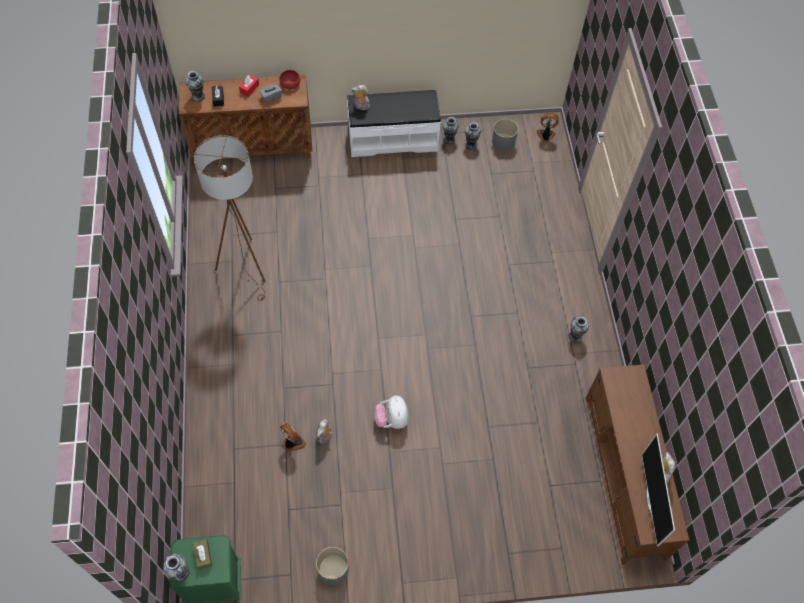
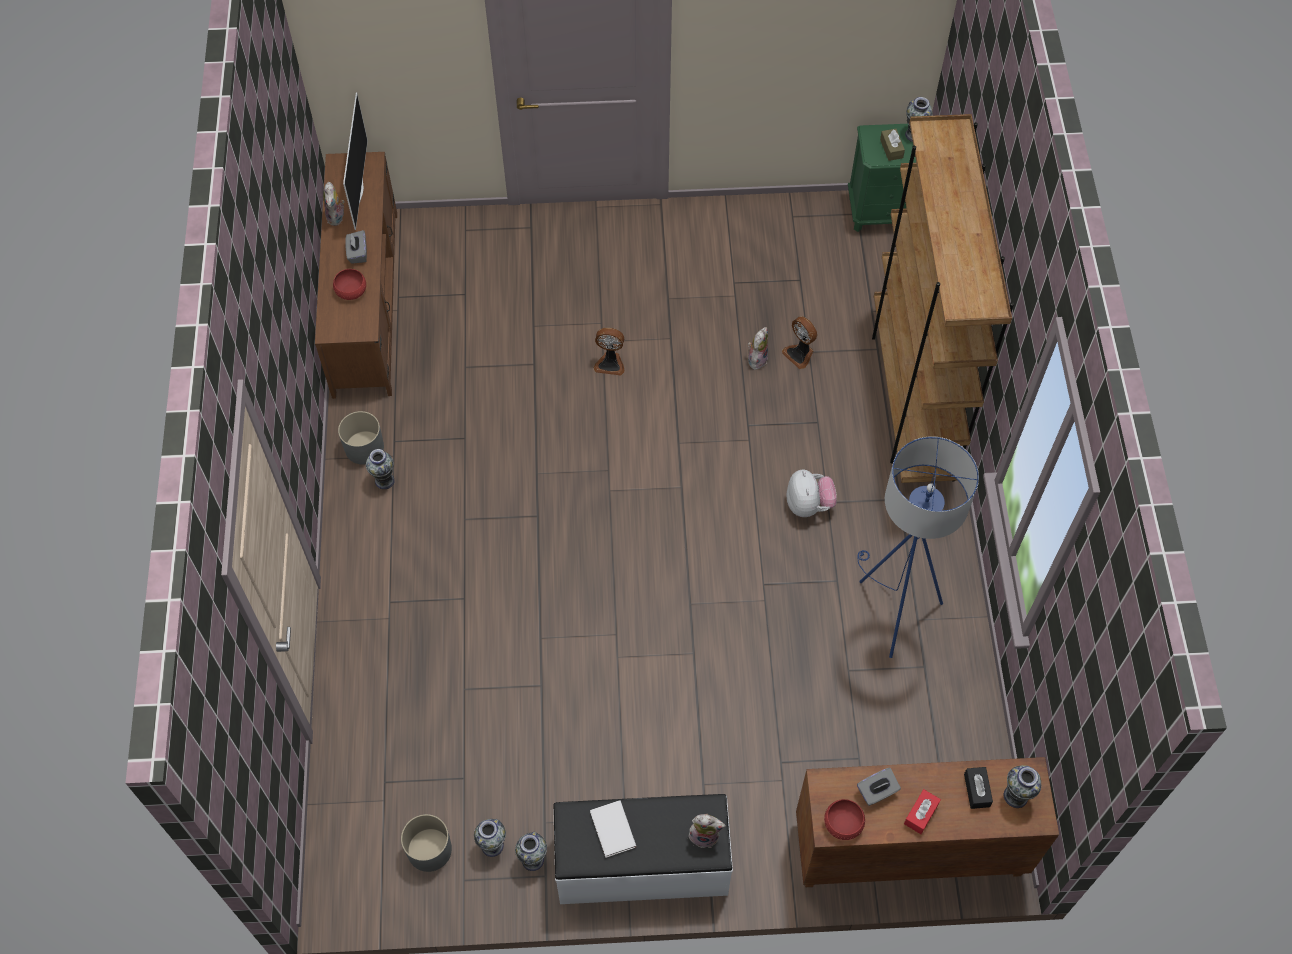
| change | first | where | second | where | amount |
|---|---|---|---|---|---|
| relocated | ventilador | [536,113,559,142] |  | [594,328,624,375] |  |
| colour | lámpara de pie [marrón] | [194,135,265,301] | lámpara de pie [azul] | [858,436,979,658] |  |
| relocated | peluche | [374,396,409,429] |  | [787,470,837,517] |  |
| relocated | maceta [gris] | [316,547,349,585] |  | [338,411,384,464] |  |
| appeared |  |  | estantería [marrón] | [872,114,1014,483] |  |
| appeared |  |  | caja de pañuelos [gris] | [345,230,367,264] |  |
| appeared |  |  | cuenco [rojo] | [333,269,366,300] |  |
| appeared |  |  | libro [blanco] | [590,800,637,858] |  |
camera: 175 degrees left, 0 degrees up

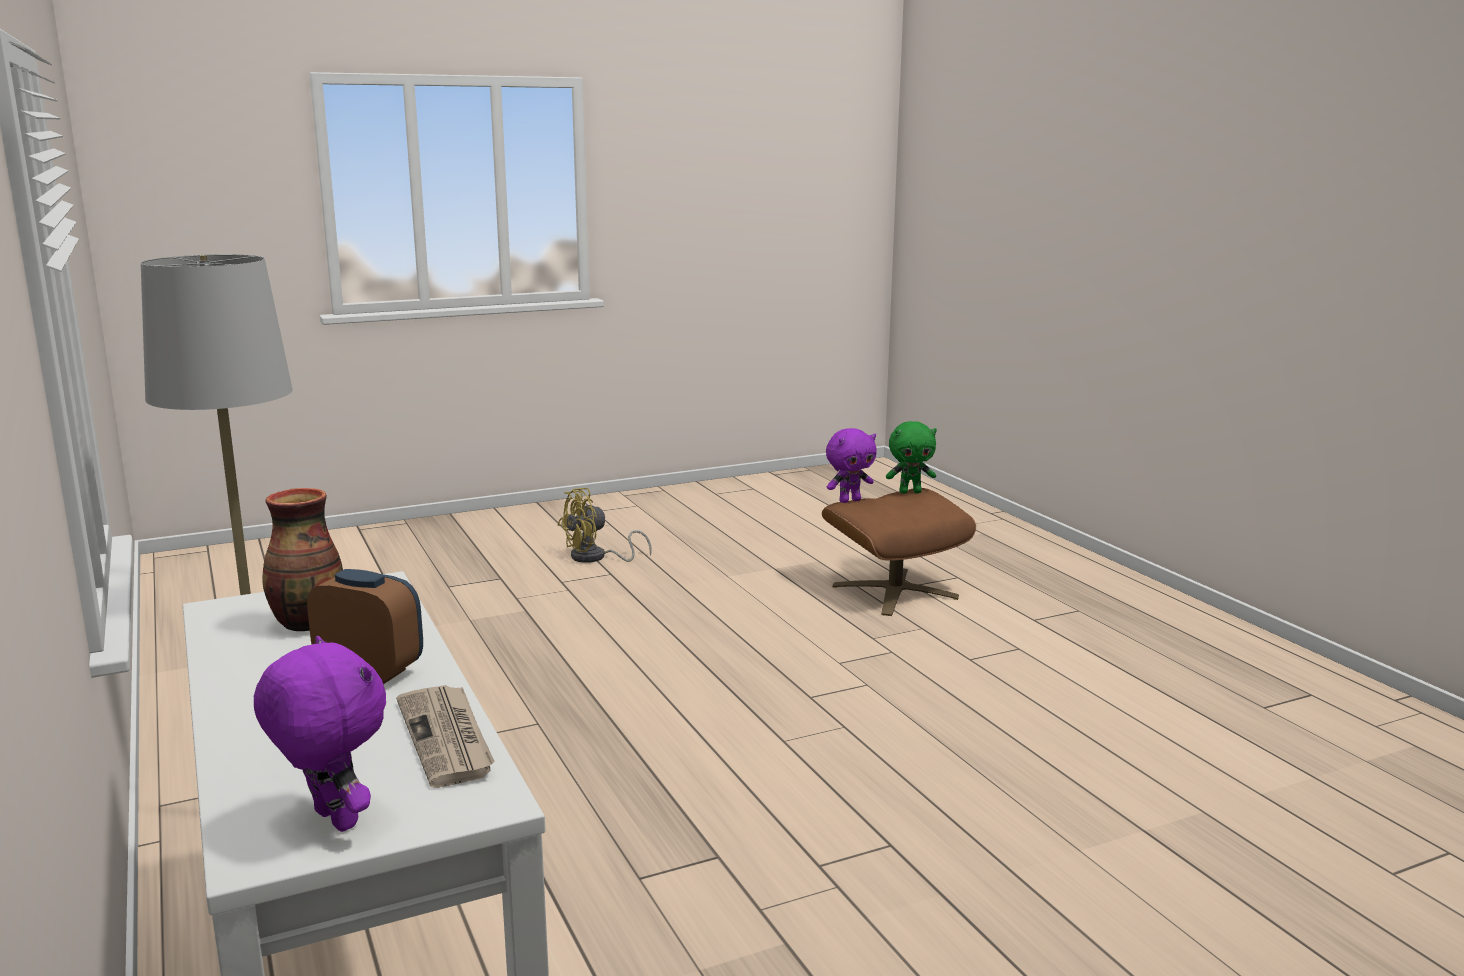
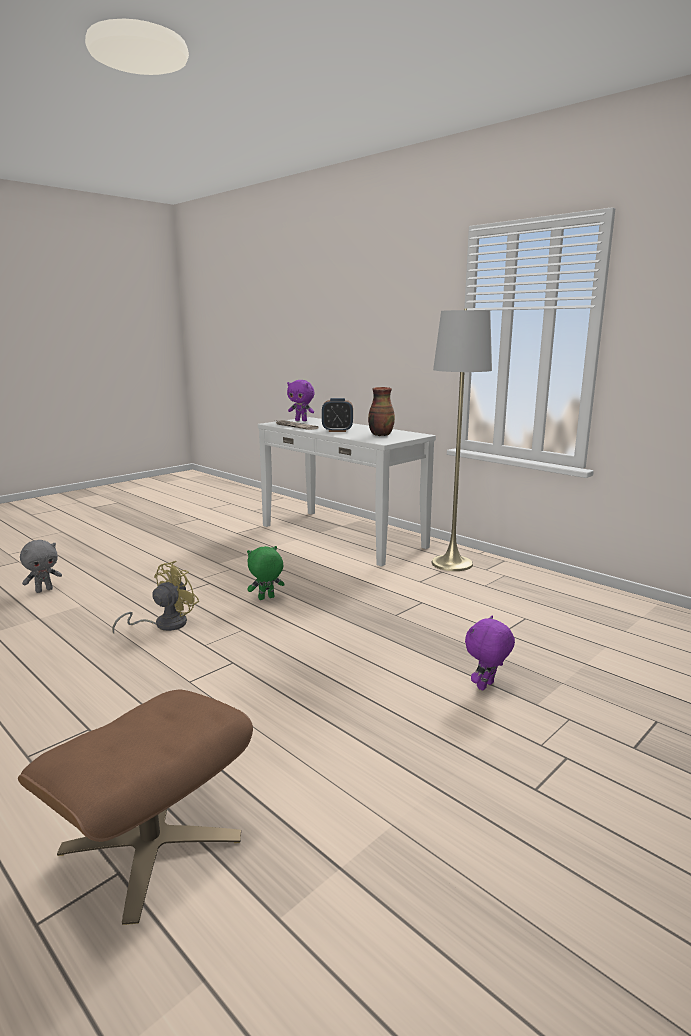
| change | first | where | second | where | amount |
|---|---|---|---|---|---|
| relocated | peluche [verde] | [886,421,937,494] |  | [247,546,285,600] |  |
| relocated | peluche [morado] | [826,428,877,503] |  | [465,616,515,690] |  |
| relocated | ventilador [amarillo] | [558,488,652,563] |  | [112,561,199,633] |  |
| appeared |  |  | peluche [gris] | [20,540,62,593] |  |
camera: 160 degrees right, 0 degrees up

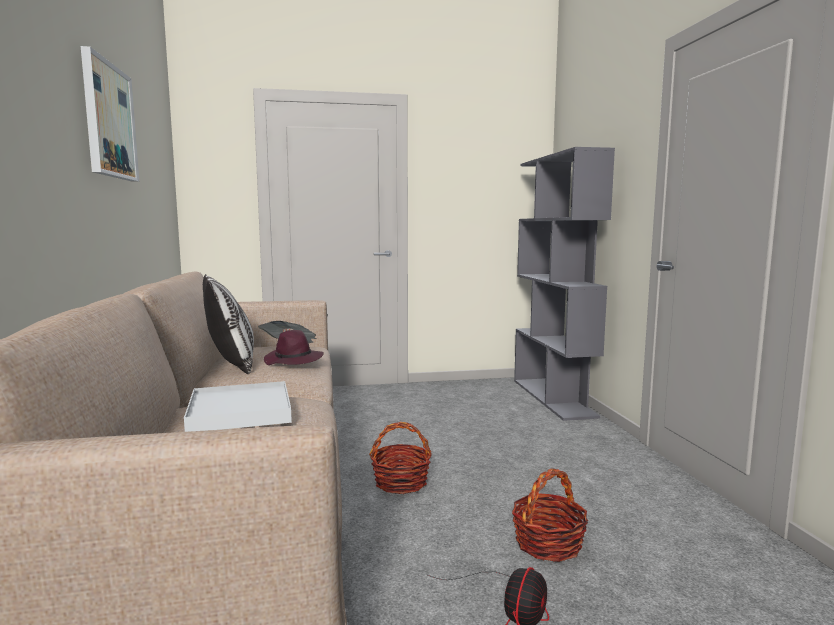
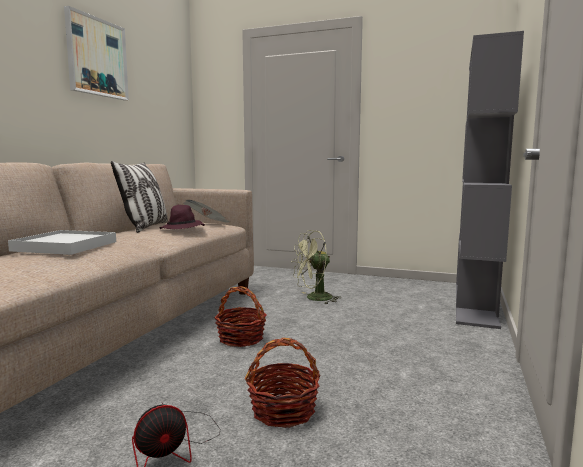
| change | first | where | second | where | amount |
|---|---|---|---|---|---|
| appeared |  |  | ventilador [verde] | [292,230,341,304] |  |
camera: 30 degrees right, 0 degrees up

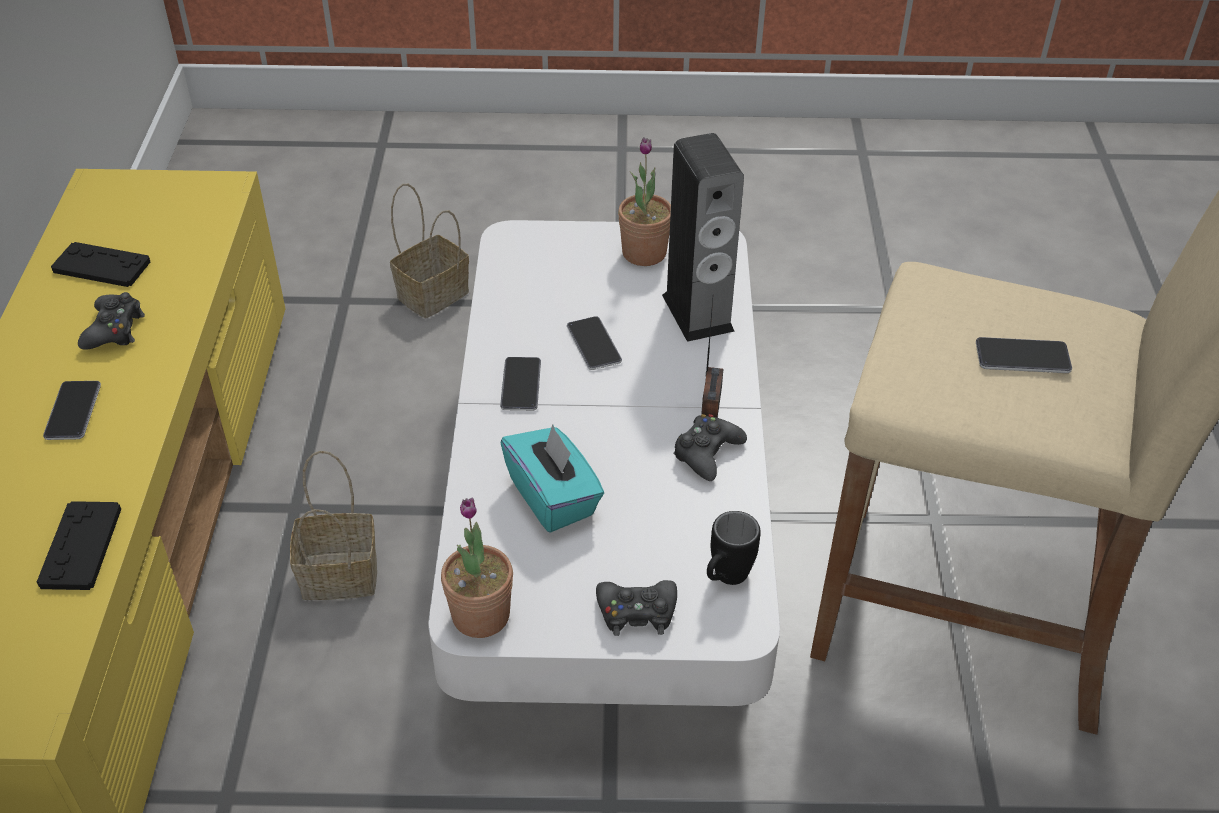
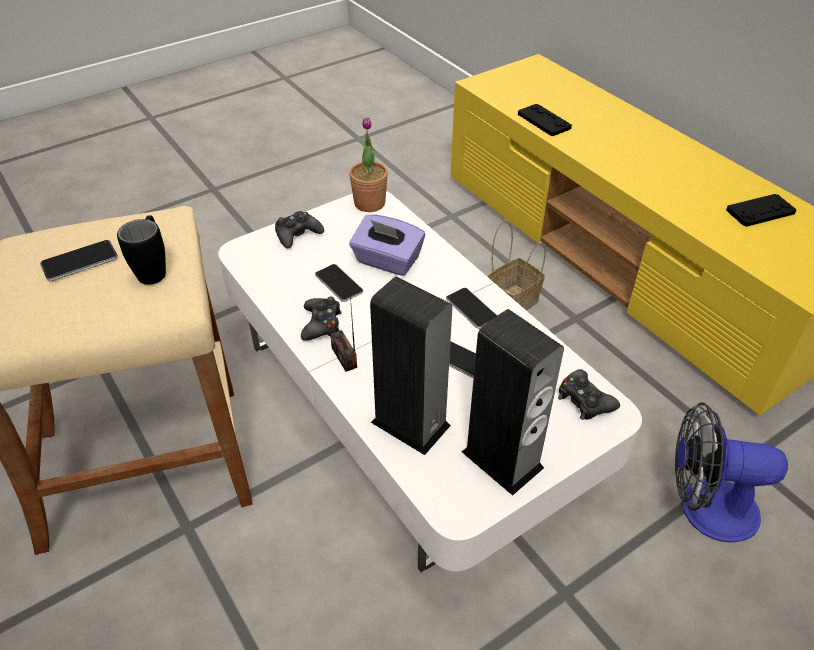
| change | first | where | second | where | amount |
|---|---|---|---|---|---|
| exchanged | planta en maceta | [618,137,671,266] | altavoz | [461,309,564,496] |  |
| exchanged | cesta | [390,184,469,318] | ventilador | [675,402,788,543] |  |
| relocated | mando de consola [negro] | [78,292,145,349] |  | [558,369,620,420] |  |
| relocated | móvil | [43,381,101,440] |  | [315,264,363,302] |  |
| colour | caja de pañuelos [turquesa] | [500,424,604,533] | caja de pañuelos [morado] | [349,215,425,276] |  |
| relocated | taza grande [negro] | [707,511,761,585] |  | [117,215,166,285] |  |
camera: 145 degrees right, 0 degrees up

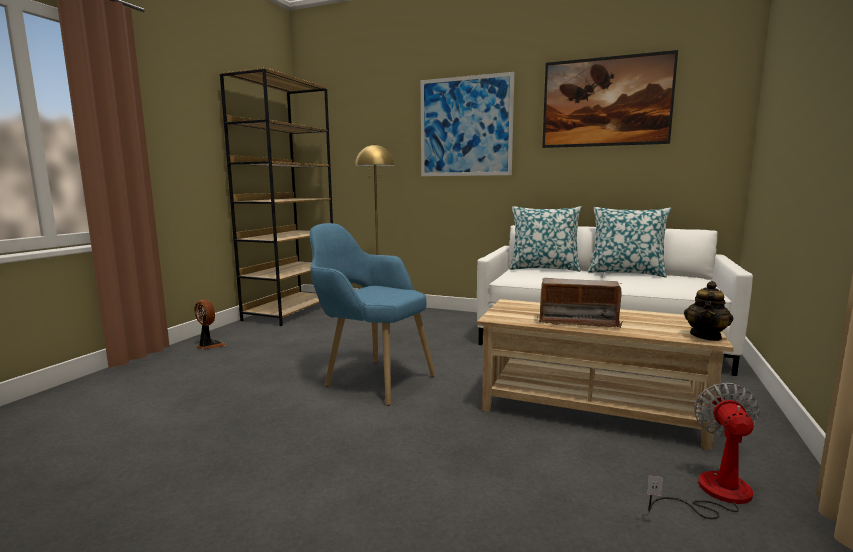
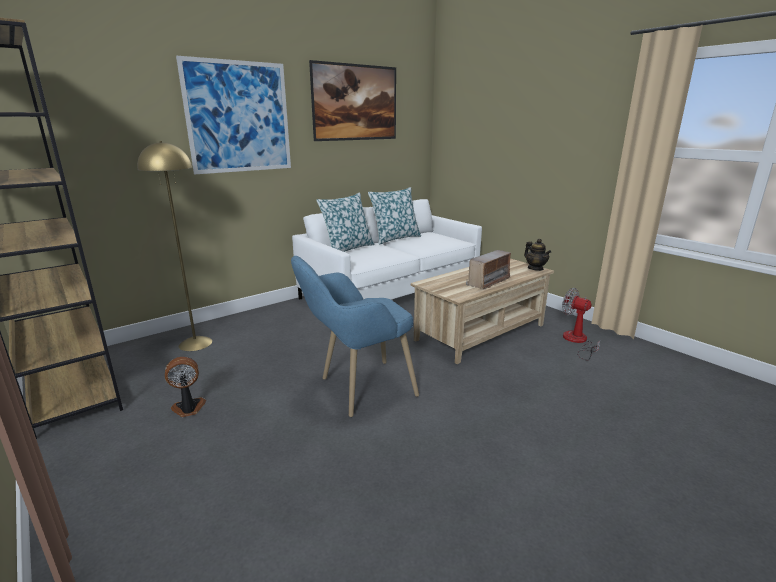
| change | first | where | second | where | amount |
|---|---|---|---|---|---|
| relocated | ventilador | [194,299,226,349] |  | [165,357,206,417] |  |
camera: 60 degrees left, 10 degrees up

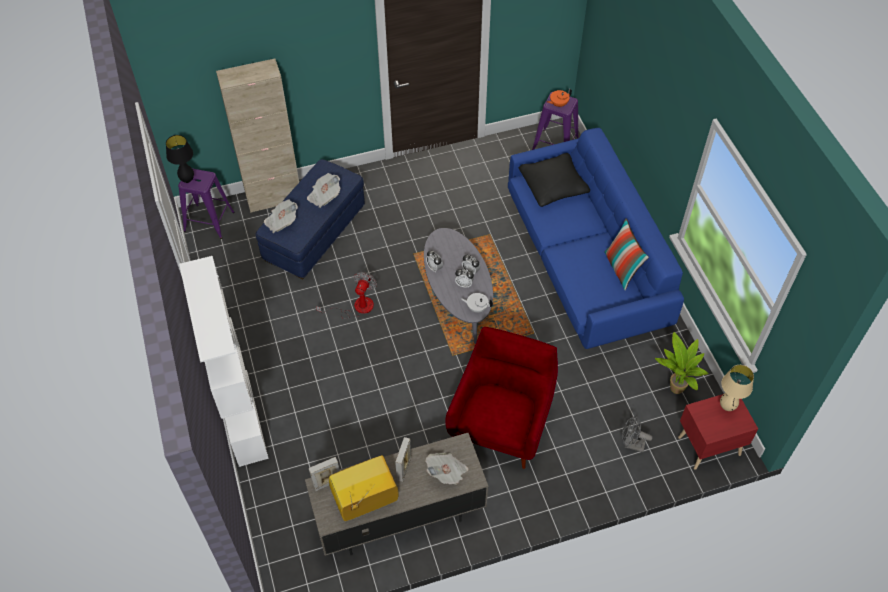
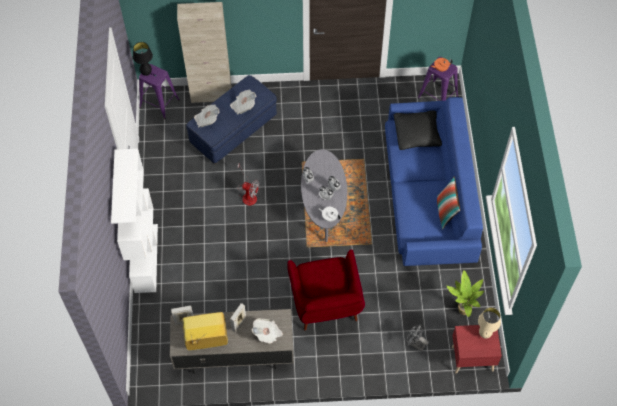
| change | first | where | second | where | amount |
|---|---|---|---|---|---|
| spun | ventilador | [316,272,377,319] |  | [238,164,259,206] | 75 degrees clockwise |
| spun | sillón [rojo] | [445,327,558,469] |  | [287,249,365,330] | 135 degrees clockwise |
camera: 15 degrees right, 5 degrees up

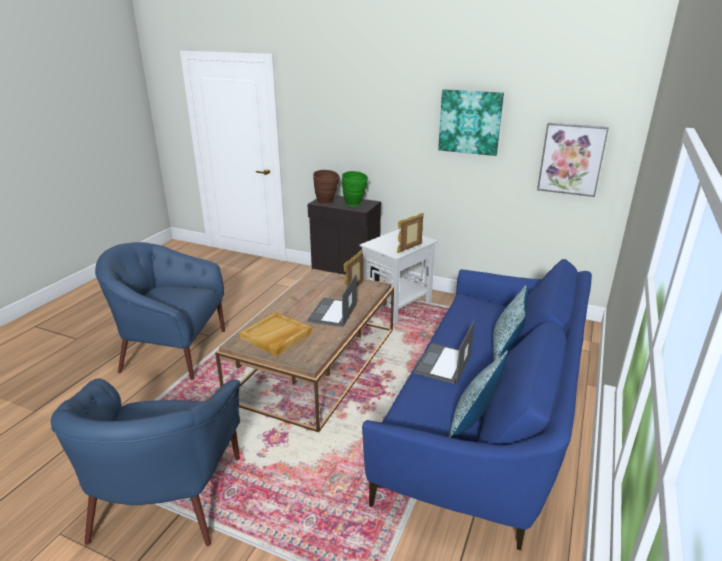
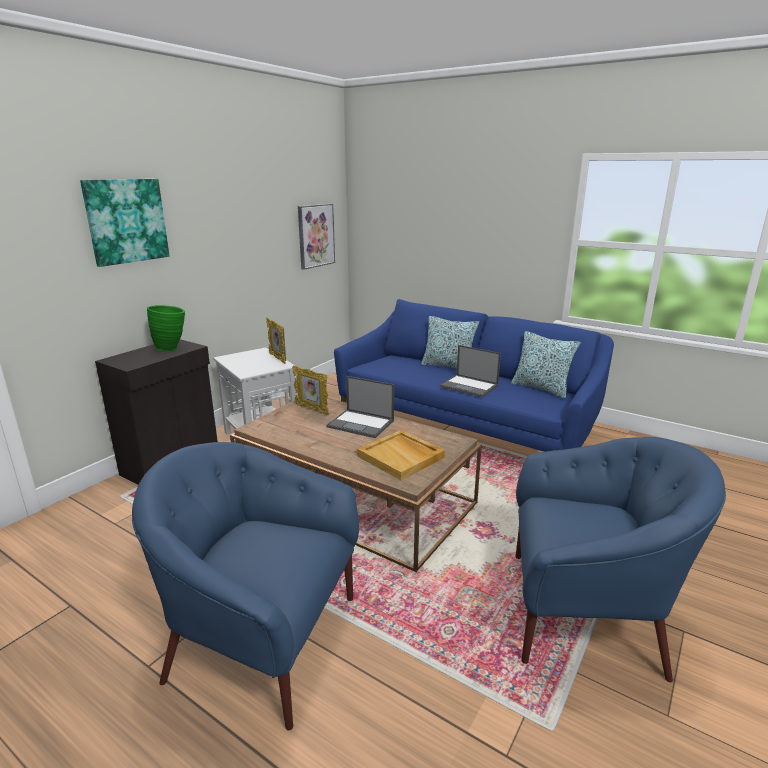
| change | first | where | second | where | amount |
|---|---|---|---|---|---|
| relocated | cuadro | [438,89,504,156] |  | [80,179,170,267] |  |
| missing | florero [marrón] | [313,170,339,205] |  |  |  |
| spun | sillón [azul] | [95,242,225,380] |  | [132,442,359,730] | 90 degrees clockwise |
camera: 80 degrees left, 5 degrees down

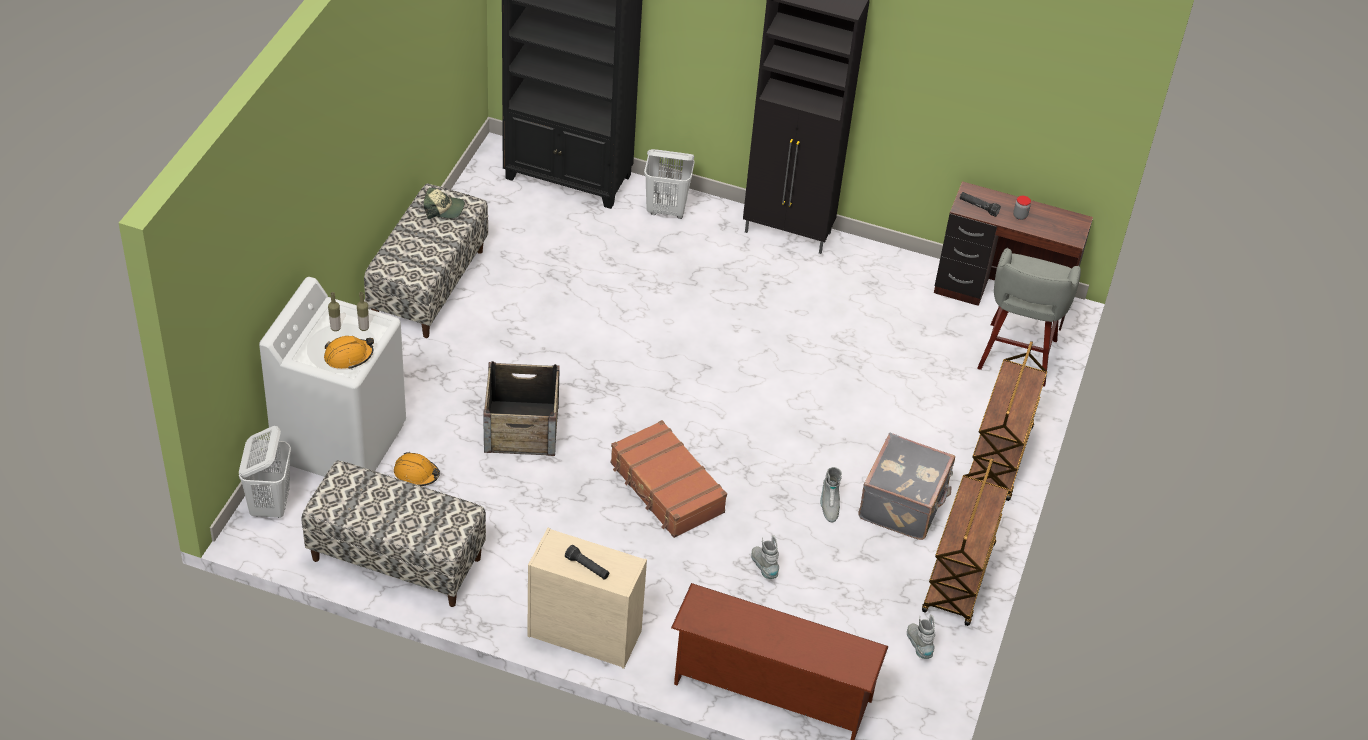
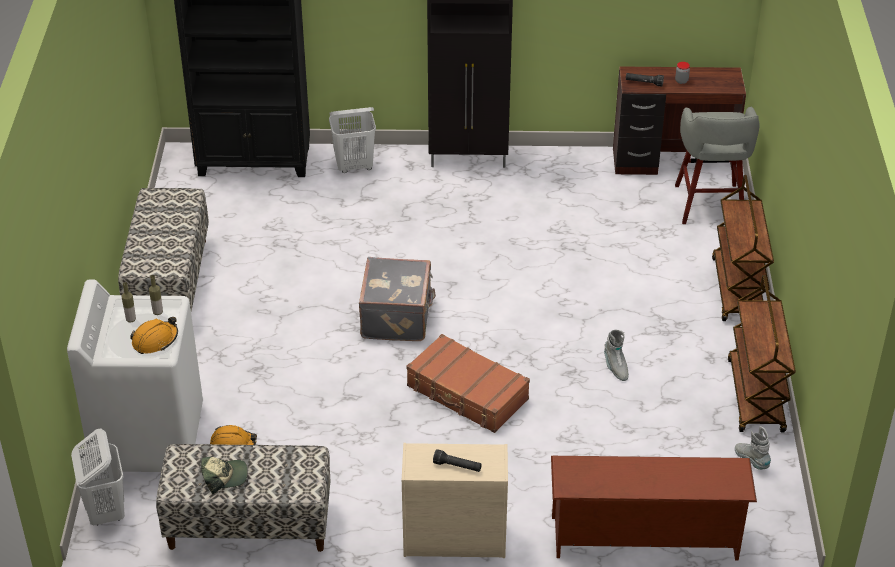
| change | first | where | second | where | amount |
|---|---|---|---|---|---|
| relocated | gorra | [423,187,465,219] |  | [201,457,248,494] |  |
| missing | caja de embalaje | [483,361,560,456] |  |  |  |
| relocated | maleta [gris] | [858,432,955,540] |  | [359,257,436,341] |  |
| missing | bota [gris] | [751,535,779,579] |  |  |  |
camera: 15 degrees left, 5 degrees down

